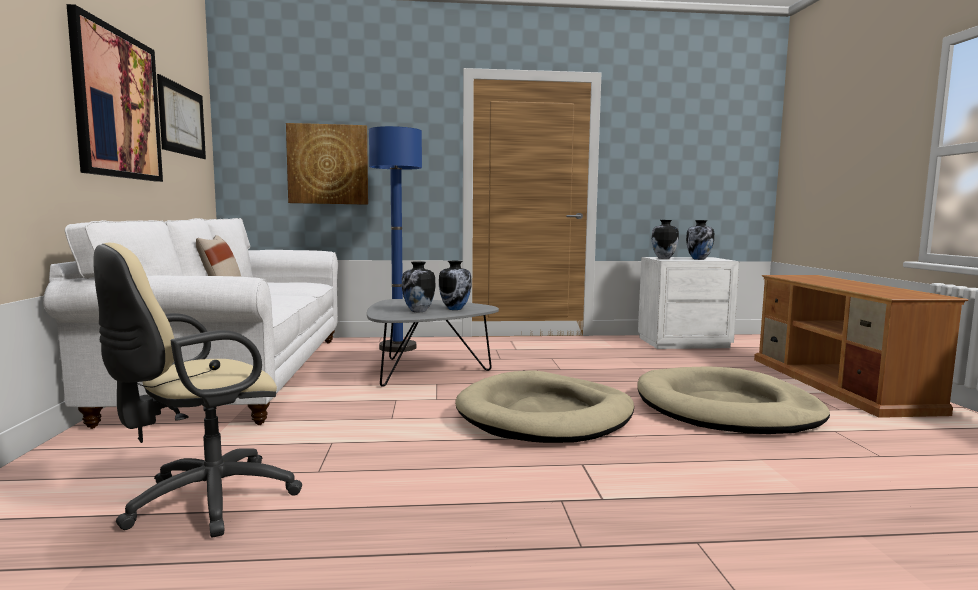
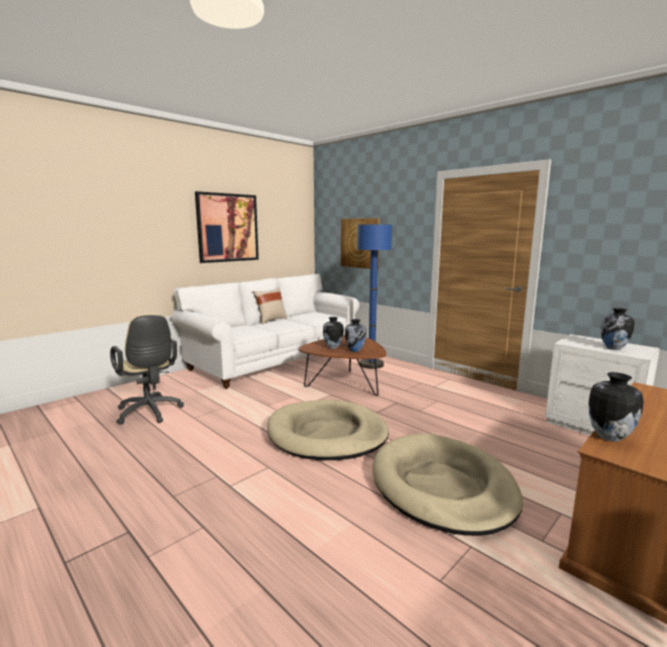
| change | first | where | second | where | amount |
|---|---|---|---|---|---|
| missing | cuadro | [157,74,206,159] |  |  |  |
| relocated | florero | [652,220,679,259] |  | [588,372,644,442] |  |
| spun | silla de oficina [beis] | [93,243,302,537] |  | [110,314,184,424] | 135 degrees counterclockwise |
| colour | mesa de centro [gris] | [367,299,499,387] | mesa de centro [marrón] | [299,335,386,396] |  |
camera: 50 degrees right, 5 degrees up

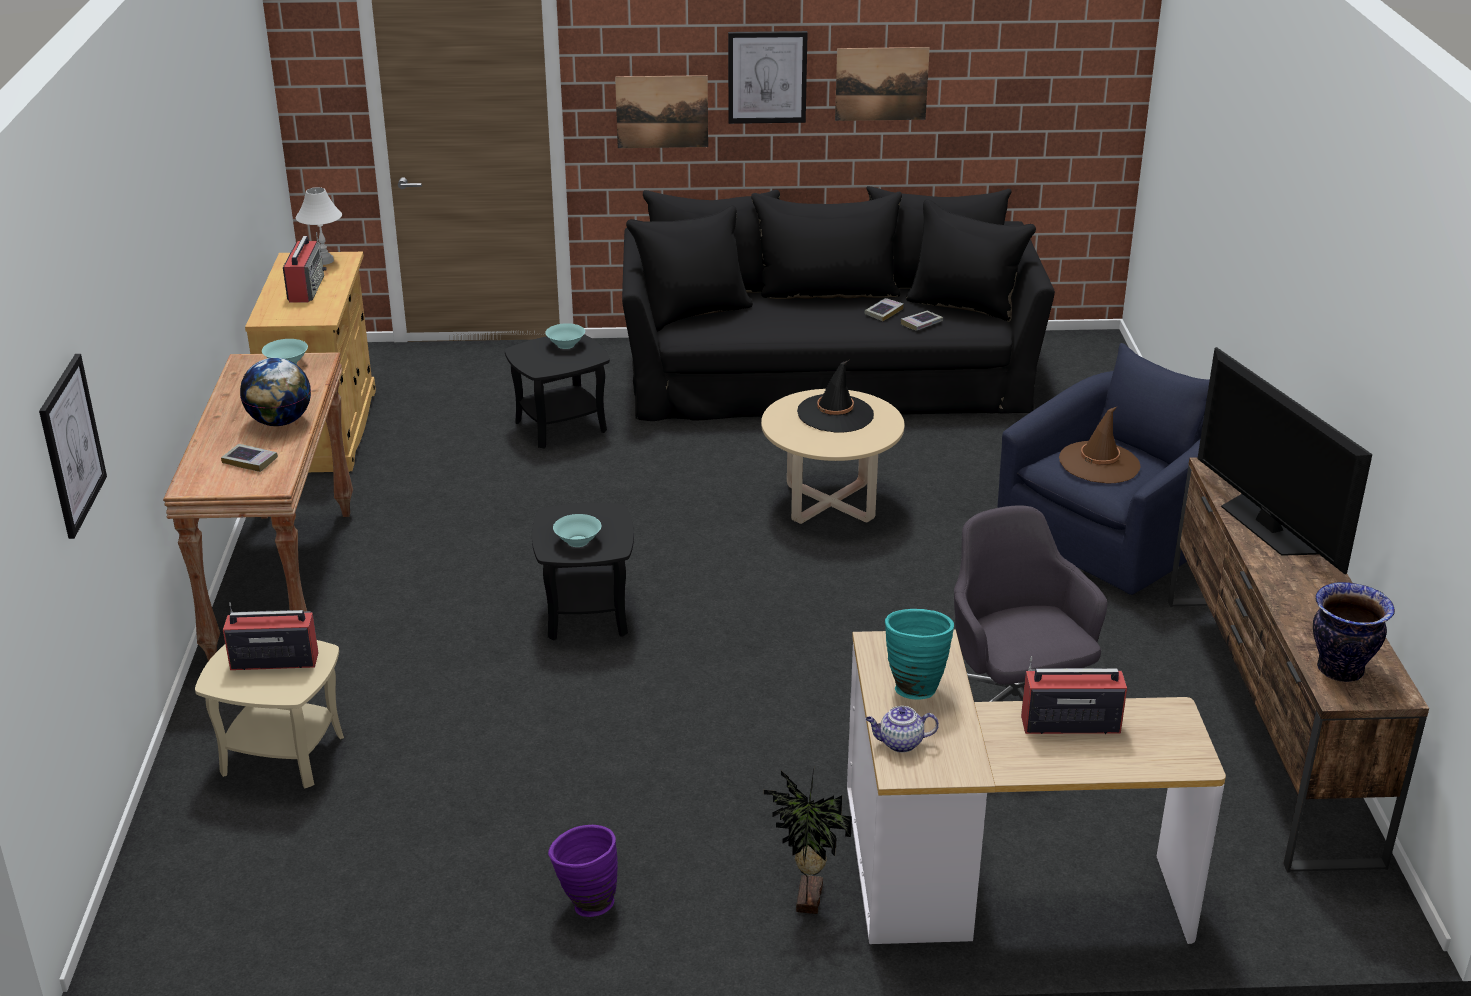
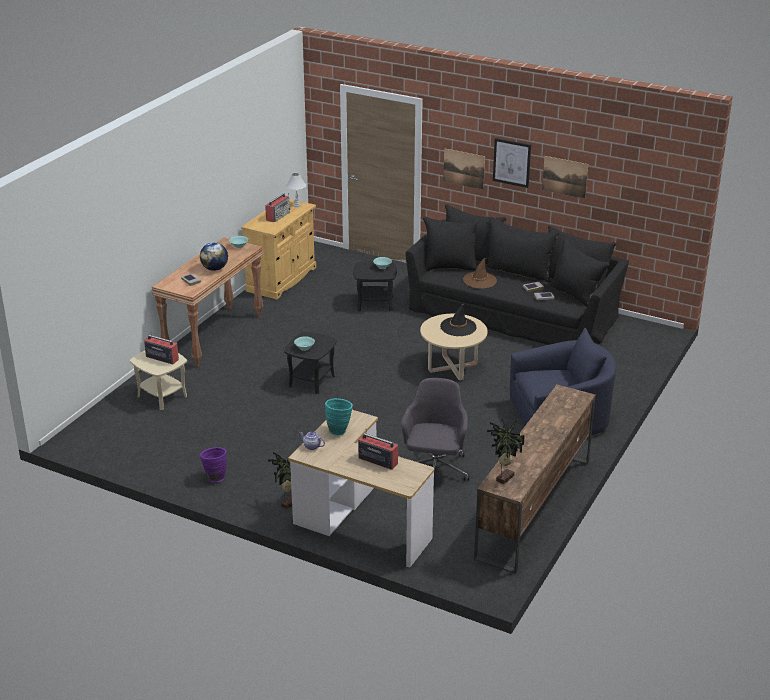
| change | first | where | second | where | amount |
|---|---|---|---|---|---|
| missing | televisor | [1197,347,1372,574] |  |  |  |
| missing | cuadro | [39,354,107,539] |  |  |  |
| relocated | sombrero [marrón] | [1059,407,1141,483] |  | [463,258,497,289] |  |
| exchanged | florero | [1313,582,1395,682] | planta en maceta | [487,418,525,484] |  |
camera: 30 degrees right, 0 degrees up

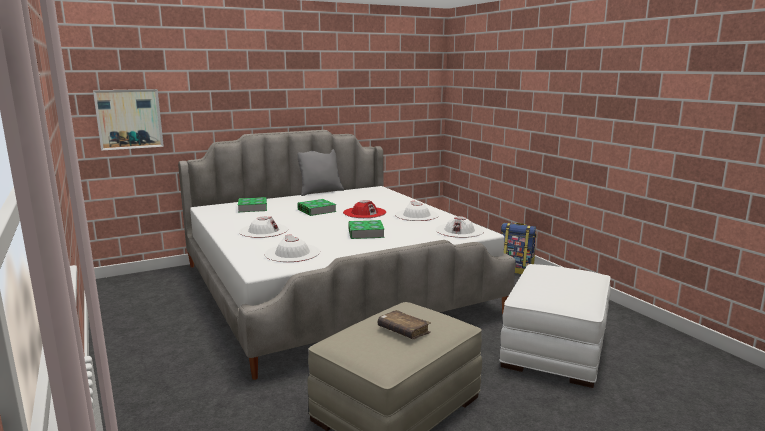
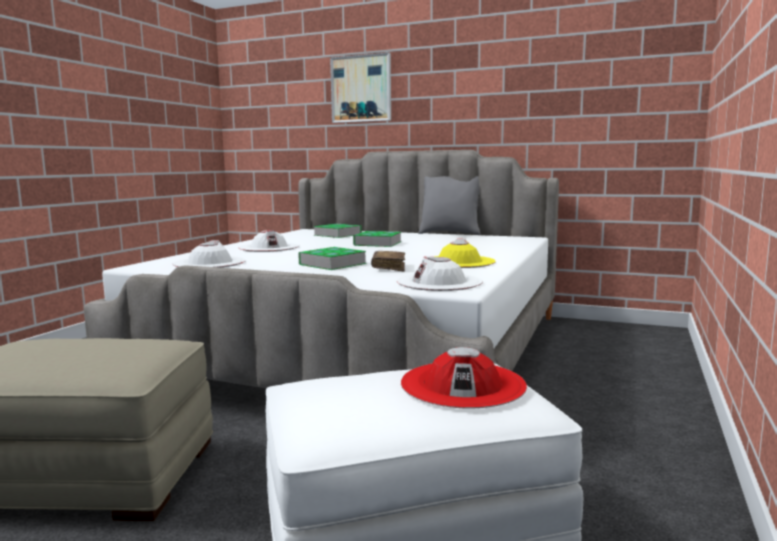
| change | first | where | second | where | amount |
|---|---|---|---|---|---|
| relocated | cuadro | [93,89,164,151] |  | [330,52,391,123] |  |
| relocated | sombrero [rojo] | [343,200,386,218] |  | [401,347,527,408] |  |
| colour | sombrero [blanco] | [395,201,439,221] | sombrero [amarillo] | [434,239,496,268] |  |
| missing | mochila | [501,223,536,274] |  |  |  |
| relocated | libro [marrón] | [378,310,431,339] |  | [371,251,405,272] |  |
camera: 50 degrees right, 5 degrees down

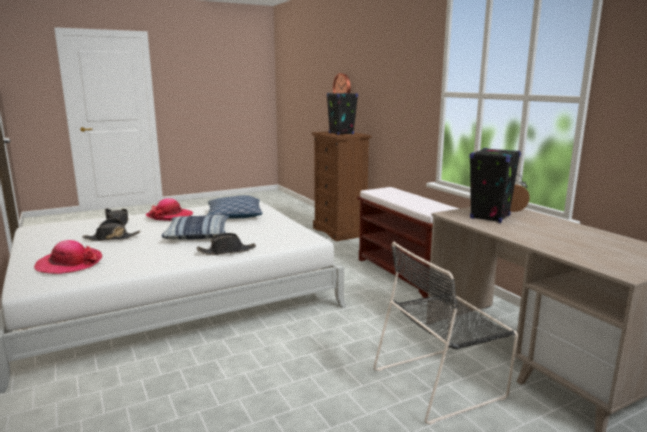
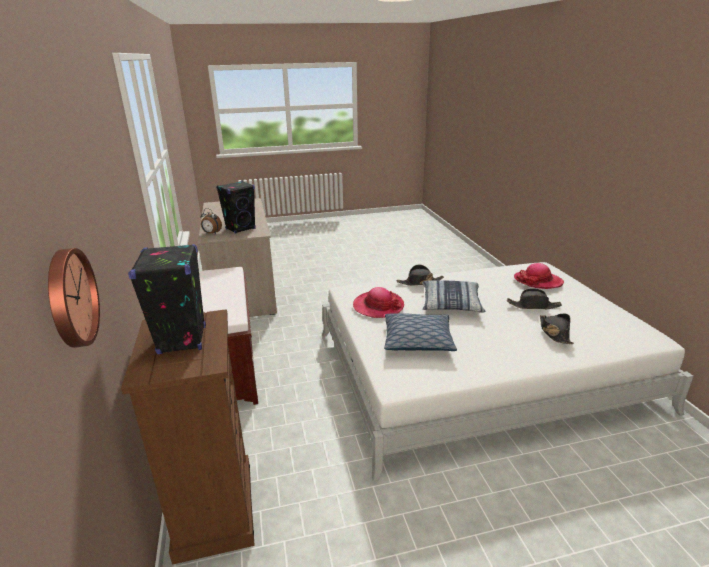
| change | first | where | second | where | amount |
|---|---|---|---|---|---|
| relocated | sombrero | [146,198,193,221] |  | [353,287,404,318] |  |
| missing | silla [negro] | [373,242,518,425] |  |  |  |
camera: 165 degrees left, 10 degrees up

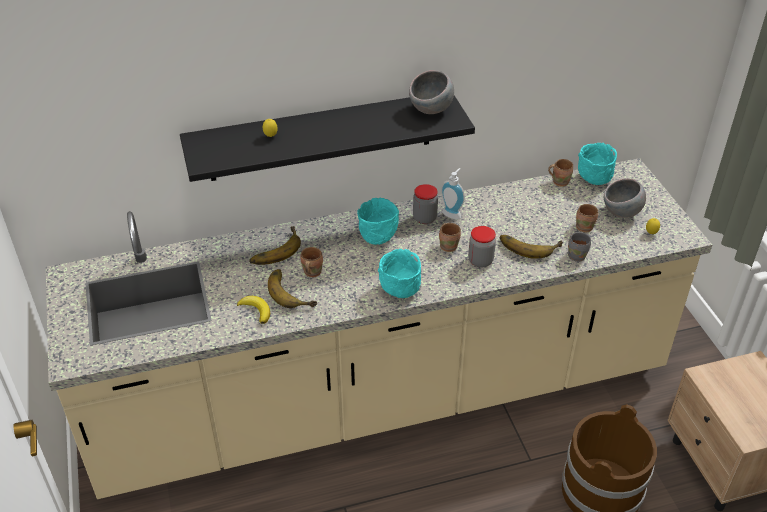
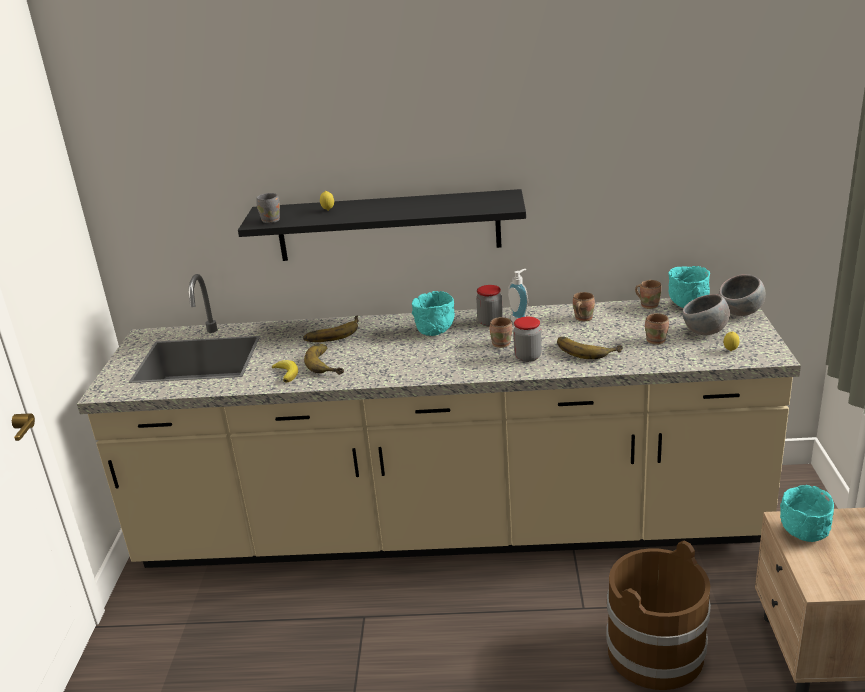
| change | first | where | second | where | amount |
|---|---|---|---|---|---|
| relocated | cuenco [gris] | [409,70,454,114] |  | [719,274,766,316] |  |
| relocated | taza grande [gris] | [568,232,591,262] |  | [256,193,280,223] |  |
| relocated | taza grande [marrón] | [300,247,323,277] |  | [573,292,595,321] |  |
| relocated | cuenco [turquesa] | [378,249,421,298] |  | [780,485,834,542] |  |
camera: 20 degrees right, 15 degrees down

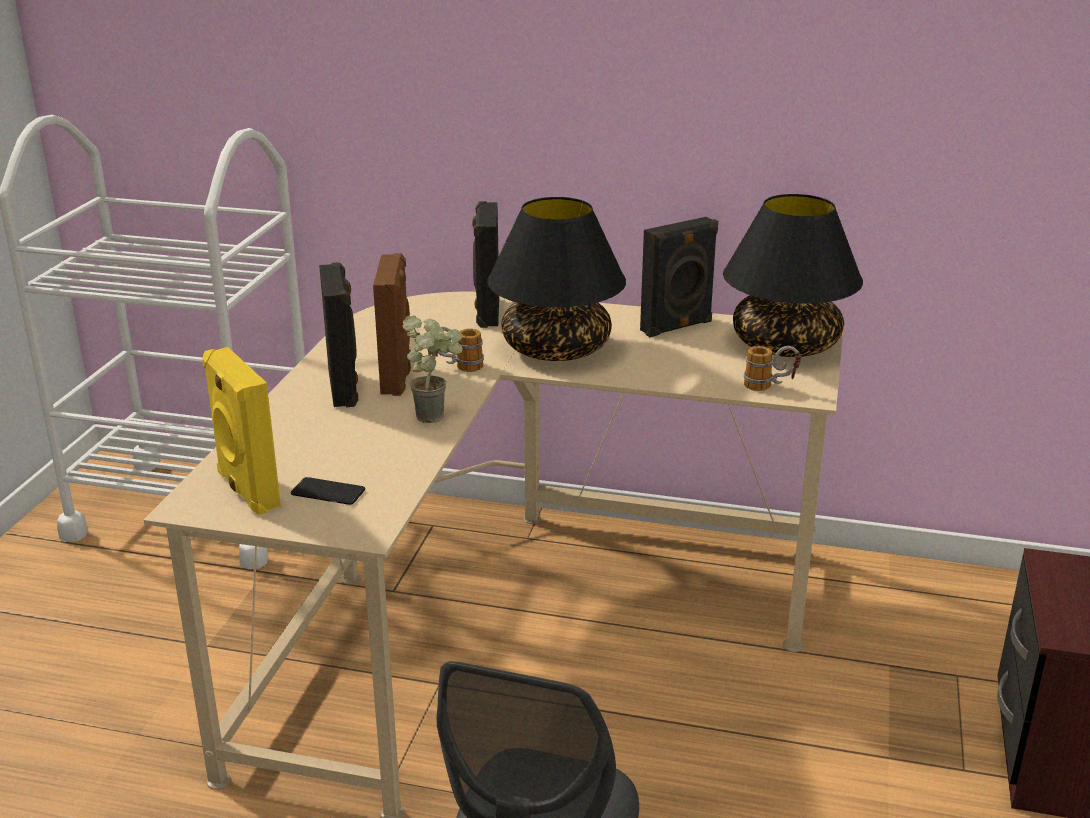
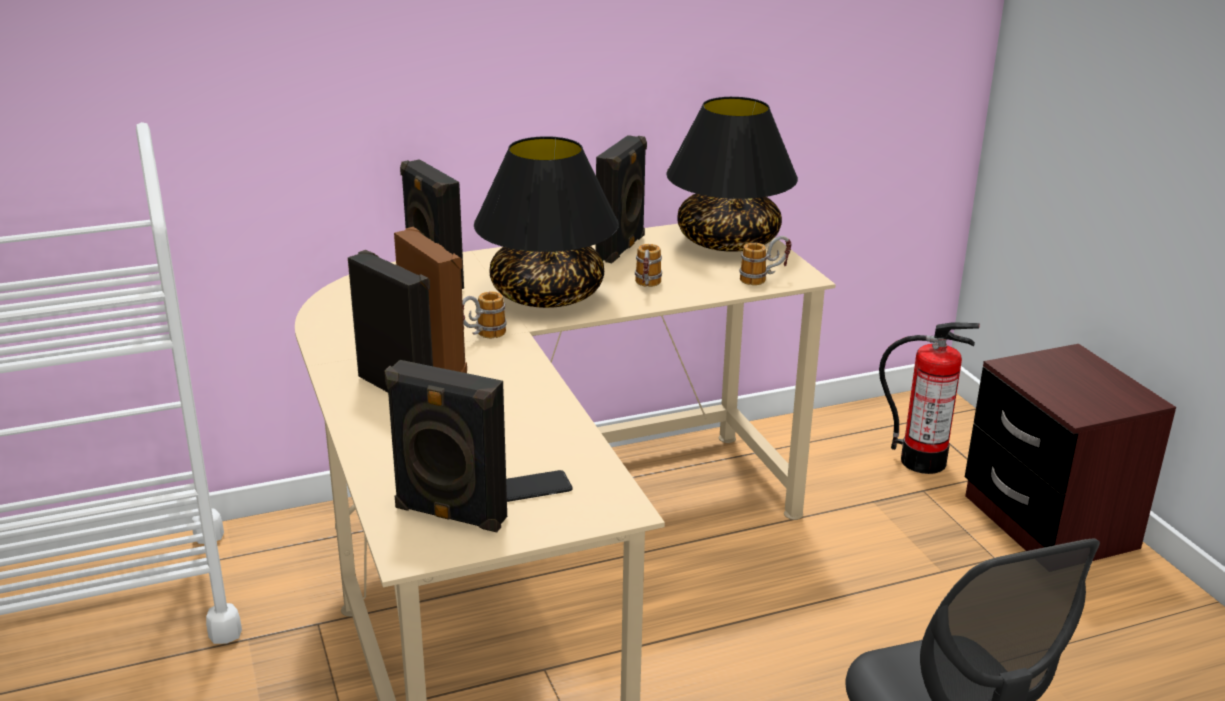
| change | first | where | second | where | amount |
|---|---|---|---|---|---|
| missing | planta en maceta | [403,315,463,423] |  |  |  |
| colour | altavoz [amarillo] | [202,347,281,515] | altavoz [negro] | [384,360,507,533] |  |
| appeared |  |  | taza grande | [635,244,662,287] |  |
| appeared |  |  | extintor | [879,322,980,474] |  |
camera: 35 degrees left, 0 degrees up

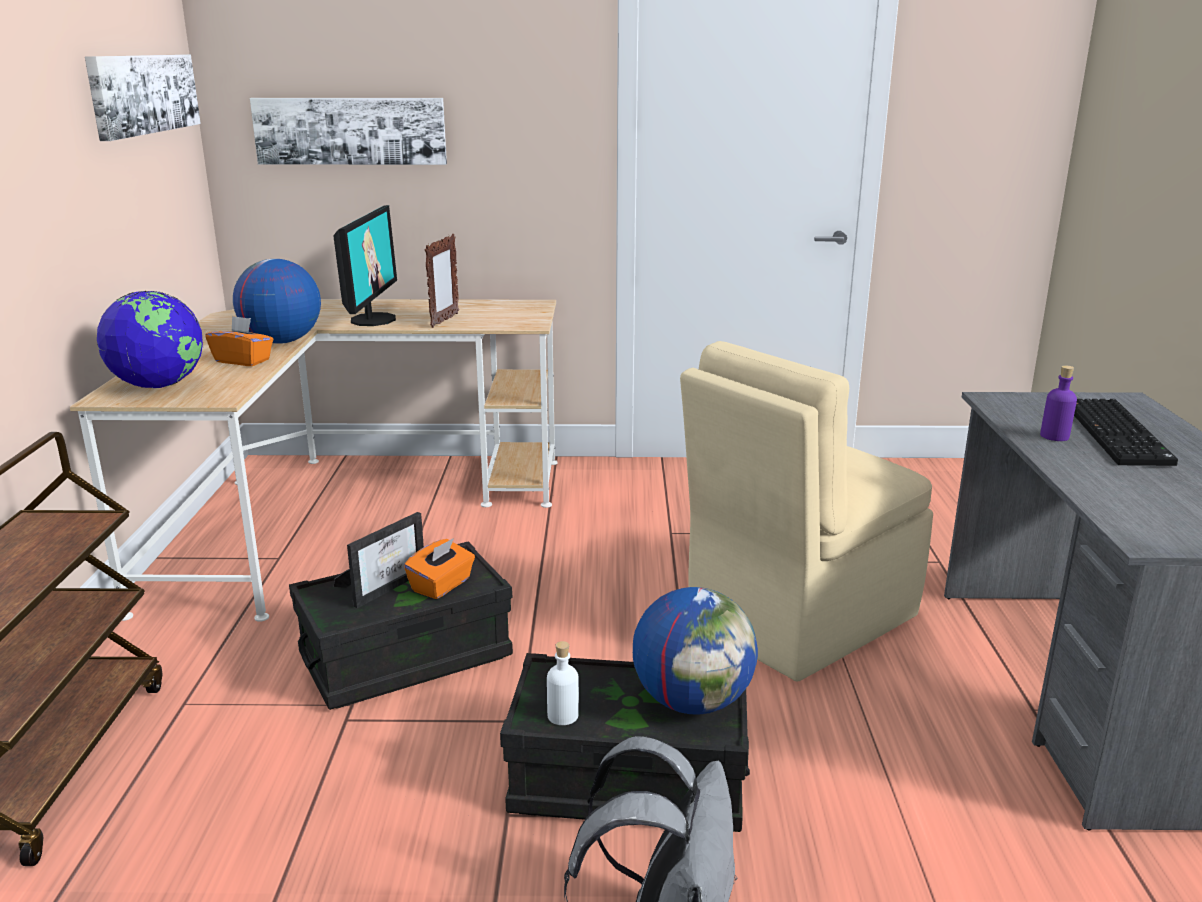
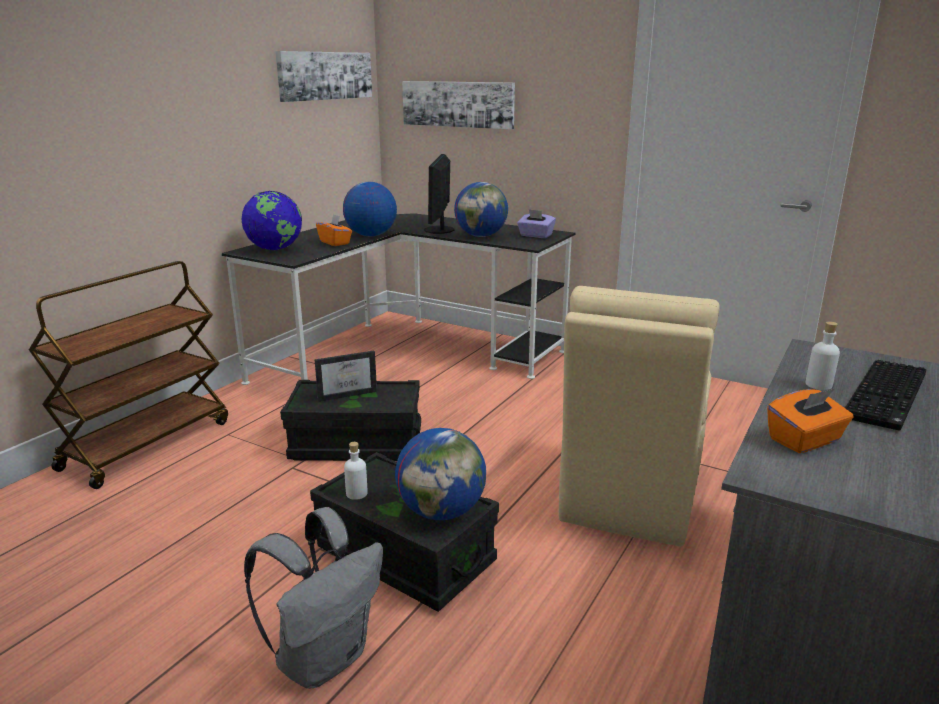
| change | first | where | second | where | amount |
|---|---|---|---|---|---|
| spun | monitor | [333,205,397,326] |  | [424,154,454,234] | 150 degrees clockwise |
| exchanged | portarretratos | [425,234,459,328] | globo terráqueo | [454,182,508,237] |  |
| colour | escritorio [beis] | [70,299,558,622] | escritorio [negro] | [222,213,576,385] |  |
| spun | silla [beis] | [680,341,933,681] |  | [559,286,720,547] | 60 degrees counterclockwise |
| colour | botella [morado] | [1040,365,1077,441] | botella [blanco] | [806,321,840,390] |  |
| relocated | caja de pañuelos [naranja] | [404,538,475,599] |  | [767,389,854,453] |  |
| appeared |  |  | caja de pañuelos [morado] | [517,209,556,238] |  |
camera: 30 degrees right, 0 degrees up

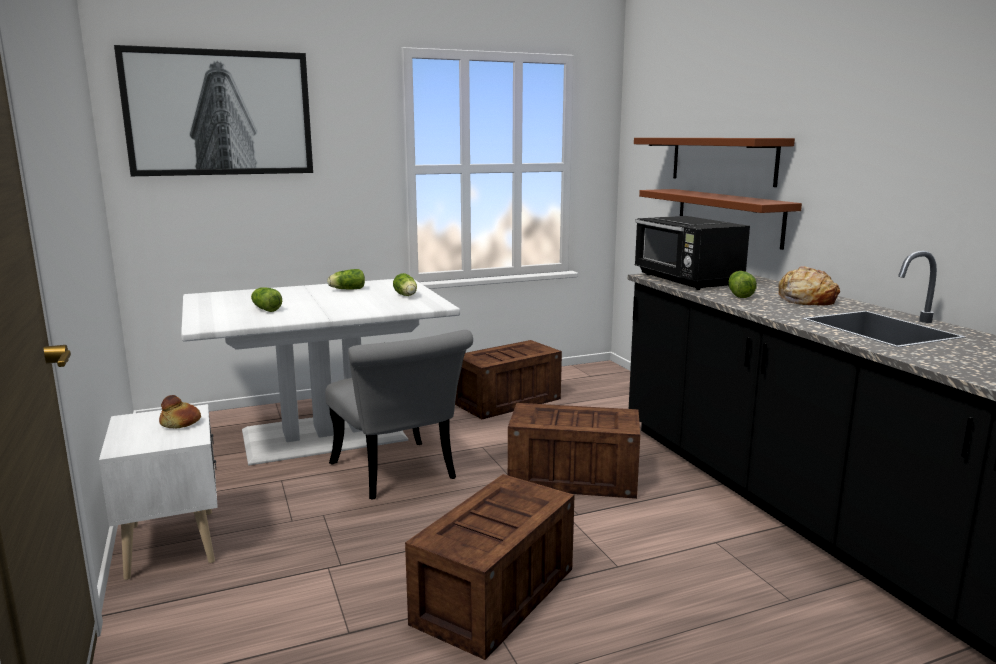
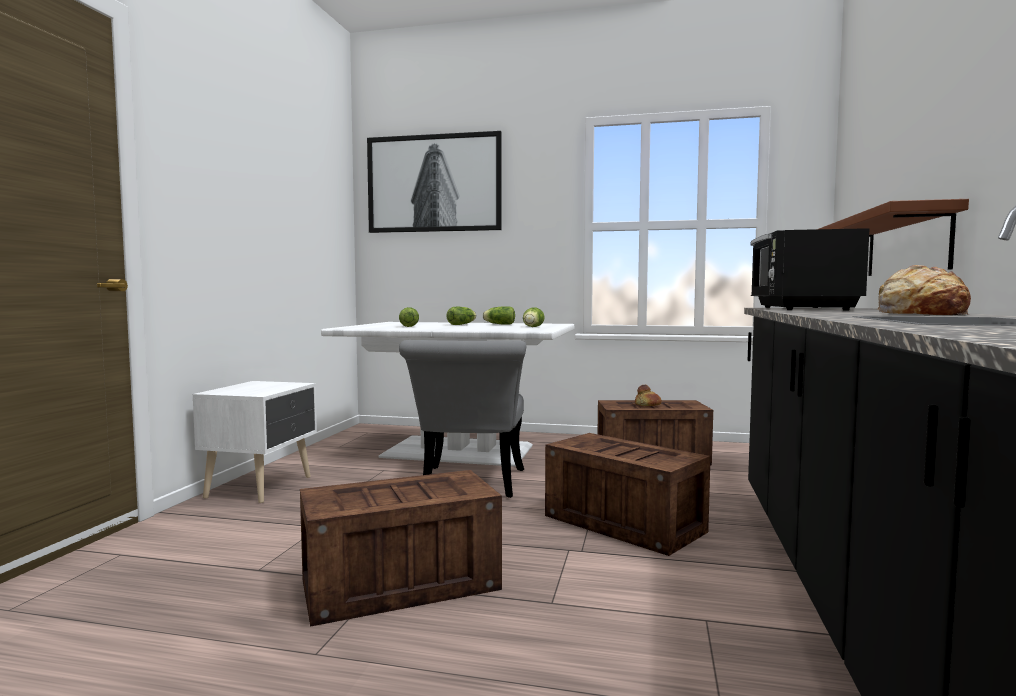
| change | first | where | second | where | amount |
|---|---|---|---|---|---|
| missing | estante [marrón] | [634,138,795,187] |  |  |  |
| relocated | lechuga | [728,271,757,298] |  | [447,307,476,325] |  |
| relocated | pan | [159,395,201,429] |  | [635,385,662,406] |  |
camera: 35 degrees right, 10 degrees down

